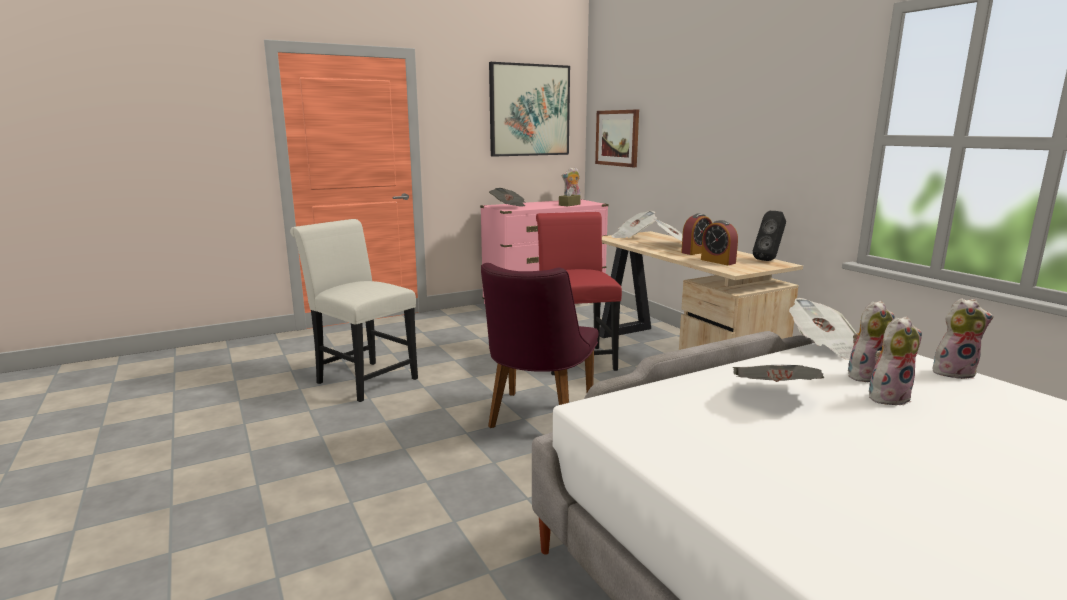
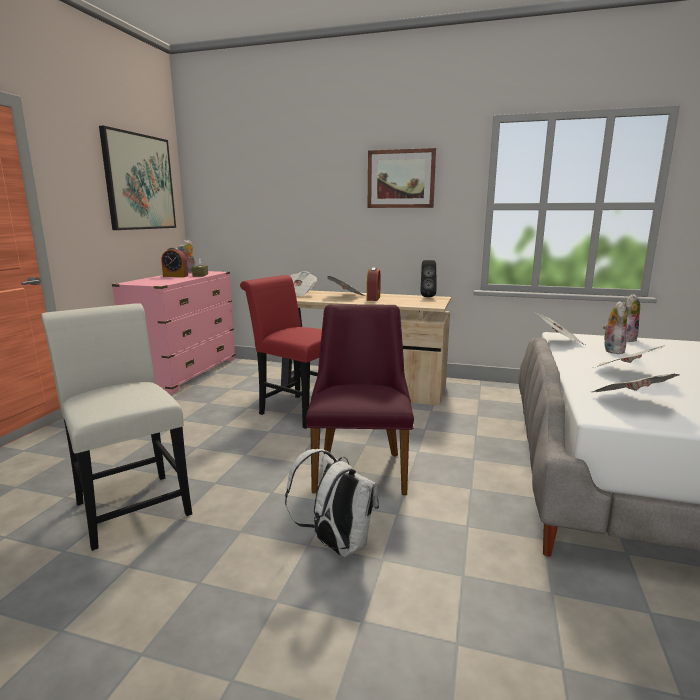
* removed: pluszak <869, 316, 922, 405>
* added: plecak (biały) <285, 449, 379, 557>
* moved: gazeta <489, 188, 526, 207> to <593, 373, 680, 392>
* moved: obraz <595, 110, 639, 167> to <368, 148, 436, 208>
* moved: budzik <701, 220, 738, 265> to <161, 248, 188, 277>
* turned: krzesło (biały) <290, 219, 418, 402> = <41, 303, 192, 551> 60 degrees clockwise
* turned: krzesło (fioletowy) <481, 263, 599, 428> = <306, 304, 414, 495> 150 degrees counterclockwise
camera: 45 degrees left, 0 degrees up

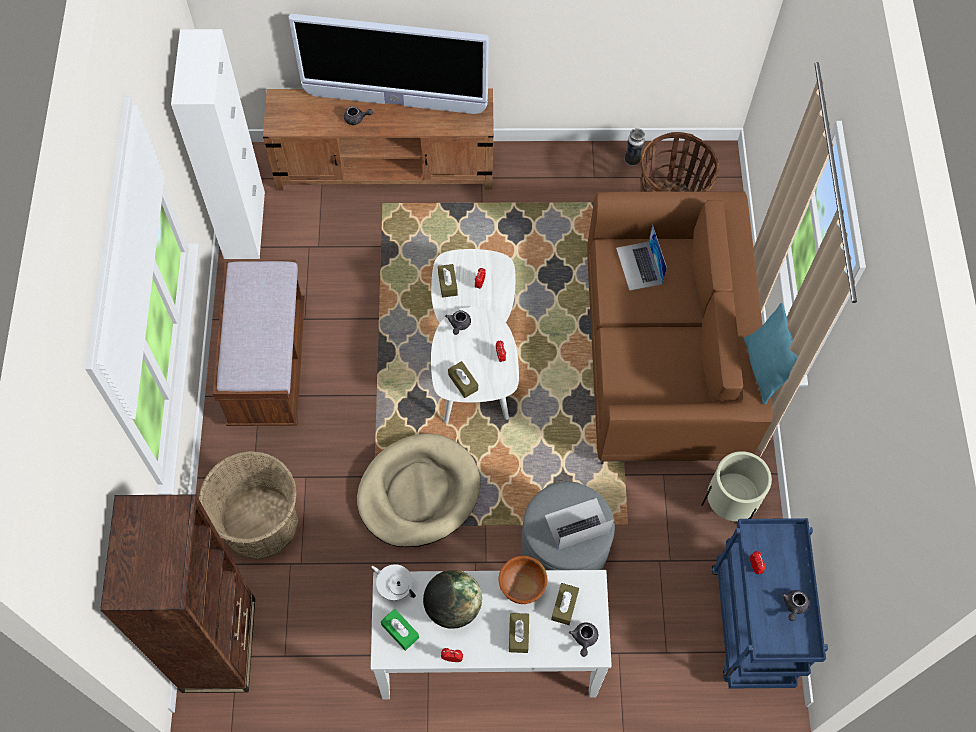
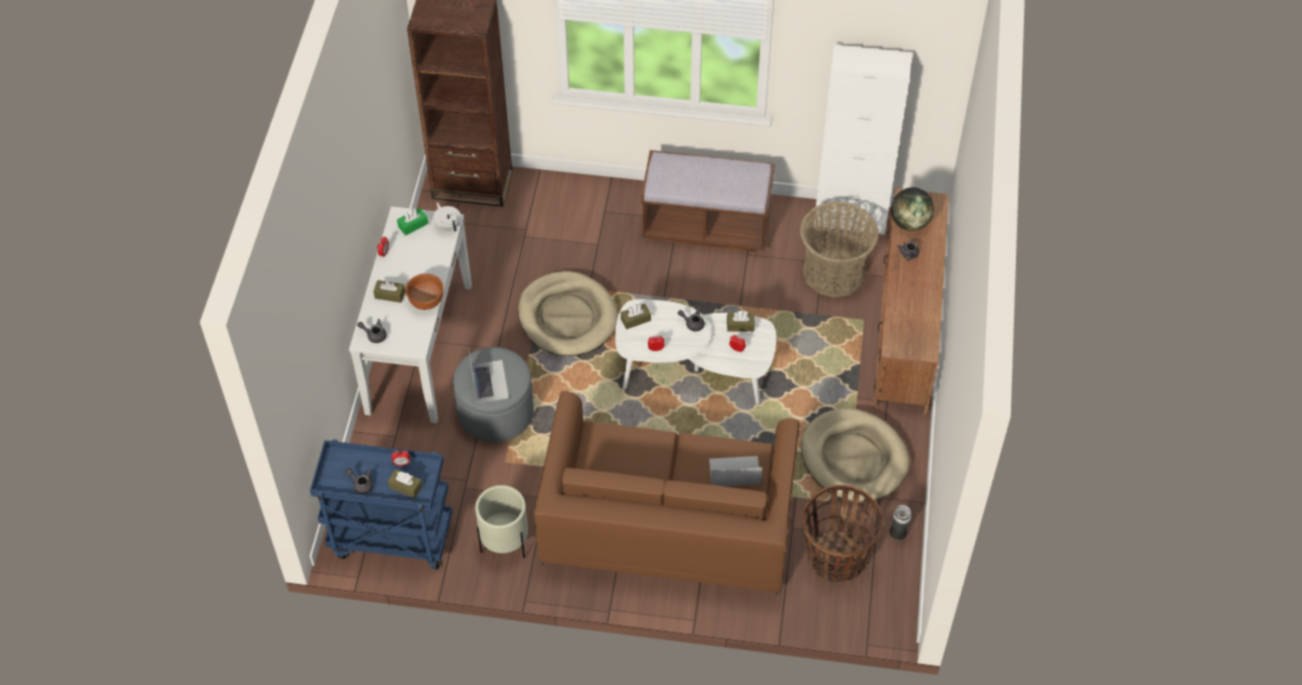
* removed: telewizor <289, 14, 489, 114>
* removed: poduszka (turkusowy) <744, 303, 798, 405>
* added: legowisko (beżowy) <801, 408, 909, 502>
* moved: koszyk <199, 451, 298, 560> to <800, 201, 879, 298>
* moved: globus <423, 570, 482, 629> to <891, 187, 934, 231>
* moved: pudełko chusteczek (brązowy) <551, 583, 579, 625> to <388, 469, 422, 498>
* turned: imbryk (biały) <371, 564, 416, 601> = <433, 202, 461, 232> 75 degrees counterclockwise
camera: 100 degrees right, 10 degrees down

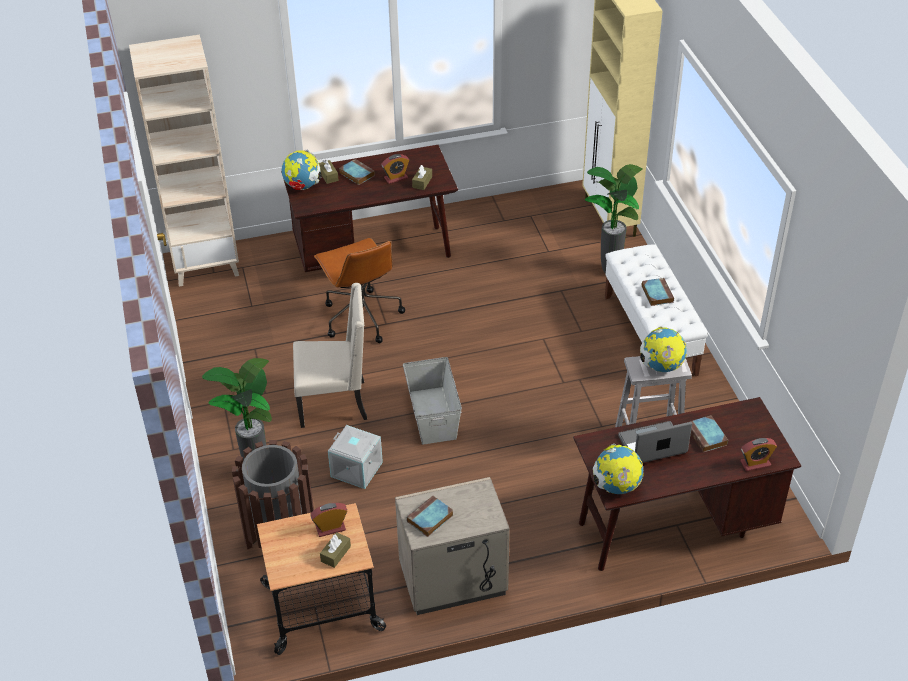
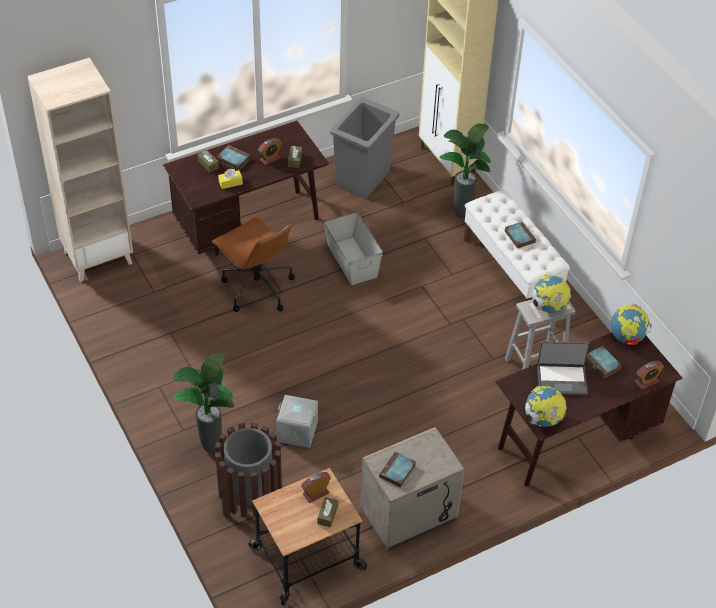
* removed: krzesło (beżowy) <293, 283, 367, 428>
* added: pudełko chusteczek (żółty) <218, 169, 243, 189>
* added: kosz na śmieci (szary) <330, 97, 399, 199>
* moved: globus <282, 149, 322, 190> to <611, 304, 651, 345>
* moved: pojemnik do przechowywania (szary) <403, 357, 462, 445> to <324, 212, 383, 285>
* turned: laptop <618, 421, 692, 463> = <537, 341, 590, 395> 150 degrees counterclockwise
camera: 15 degrees left, 5 degrees up

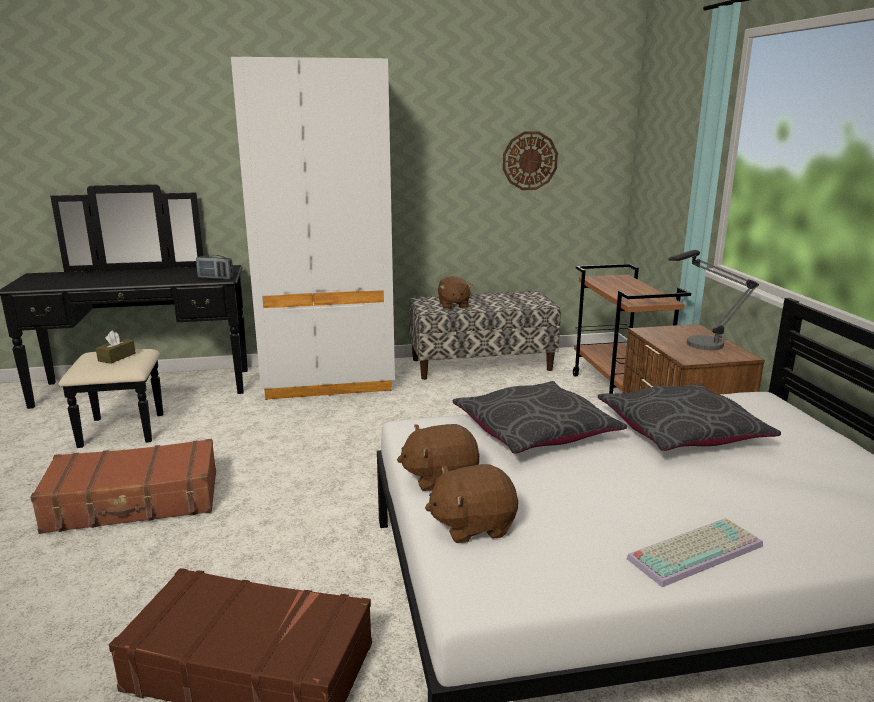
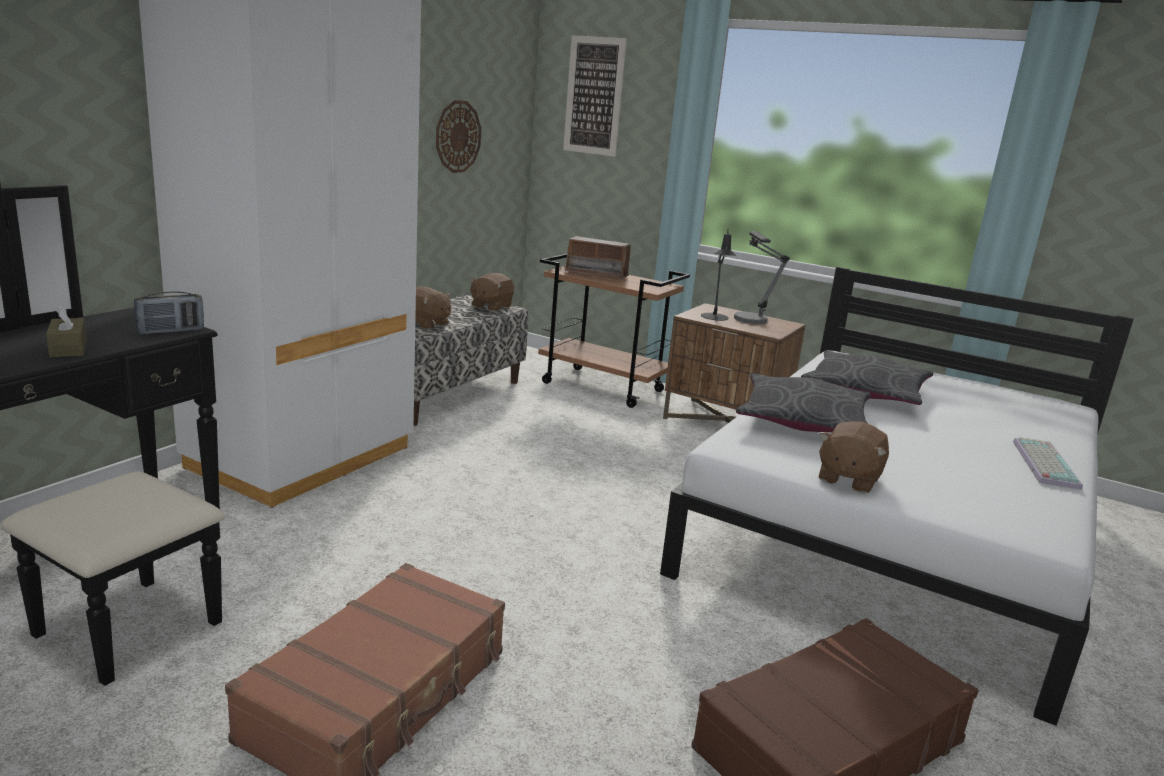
* added: obraz <563, 35, 627, 157>
* added: radio <563, 236, 634, 280>
* added: lampa stołowa (czarny) <701, 228, 736, 321>
* moved: pudełko chusteczek (brązowy) <96, 331, 136, 364> to <46, 303, 87, 357>
* moved: pluszak (brązowy) <425, 464, 518, 543> to <470, 273, 515, 311>
camera: 50 degrees left, 0 degrees up

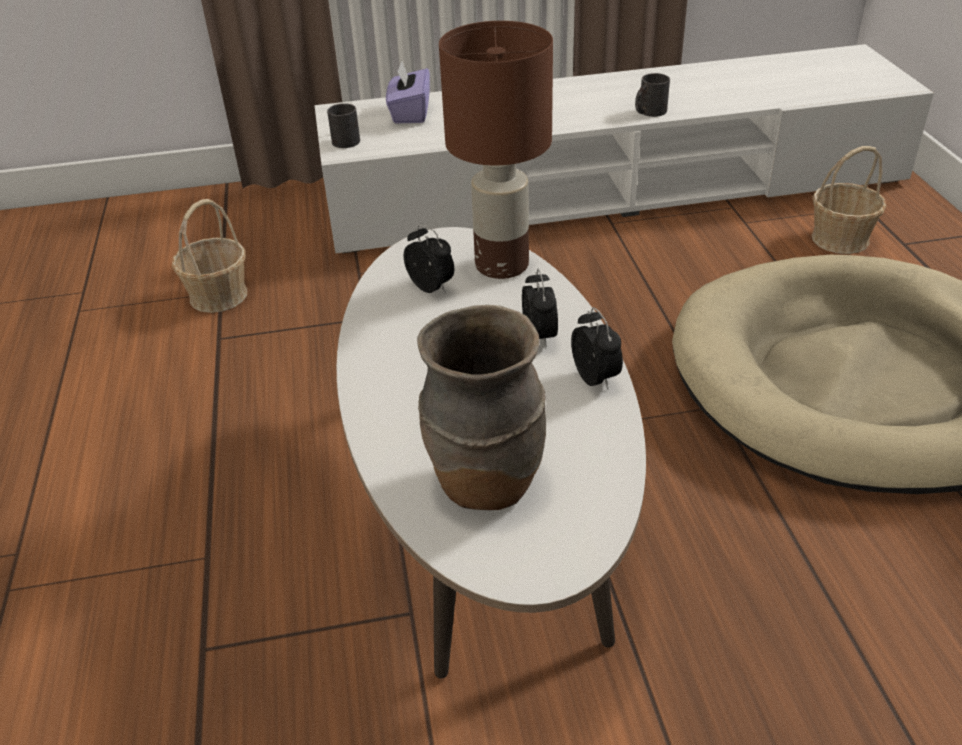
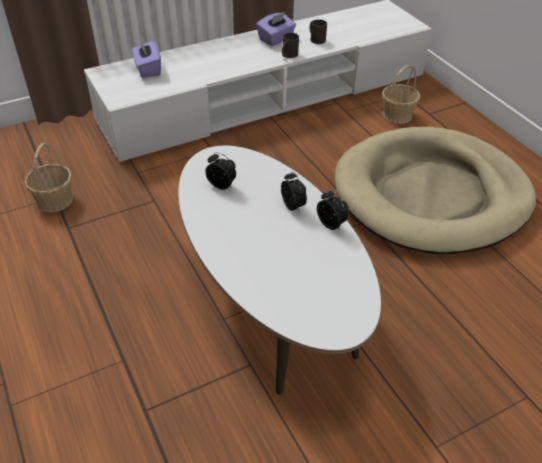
* removed: wazon (brązowy) <417, 305, 546, 510>
* removed: lampa stołowa (brązowy) <439, 21, 553, 279>
* added: pudełko chusteczek (fioletowy) <256, 12, 296, 46>
* moved: kubek (czarny) <327, 103, 360, 148> to <310, 19, 327, 44>
camera: 20 degrees left, 5 degrees up

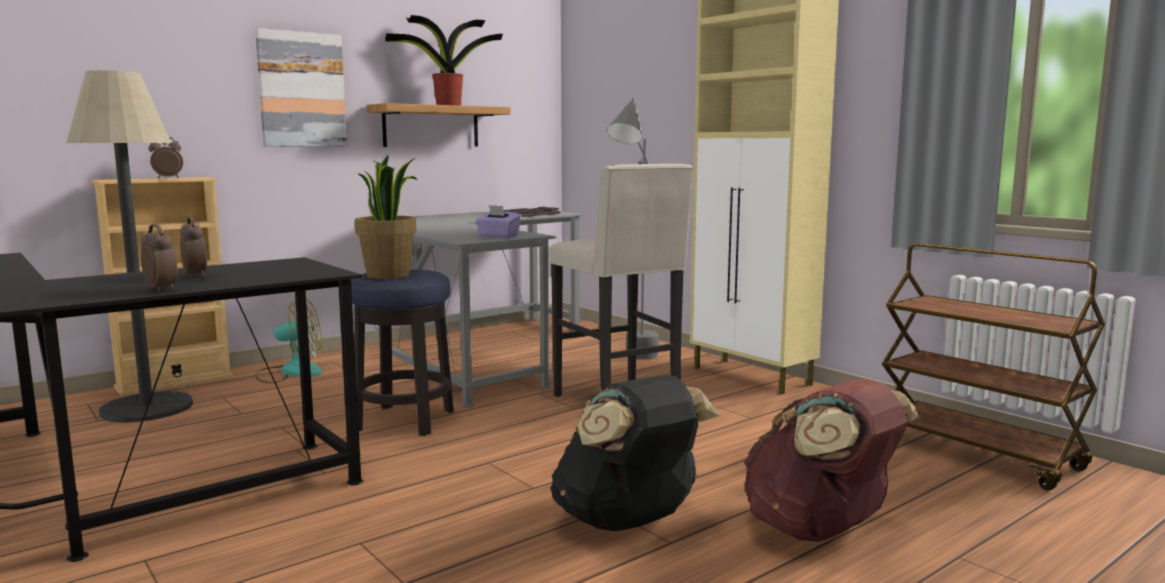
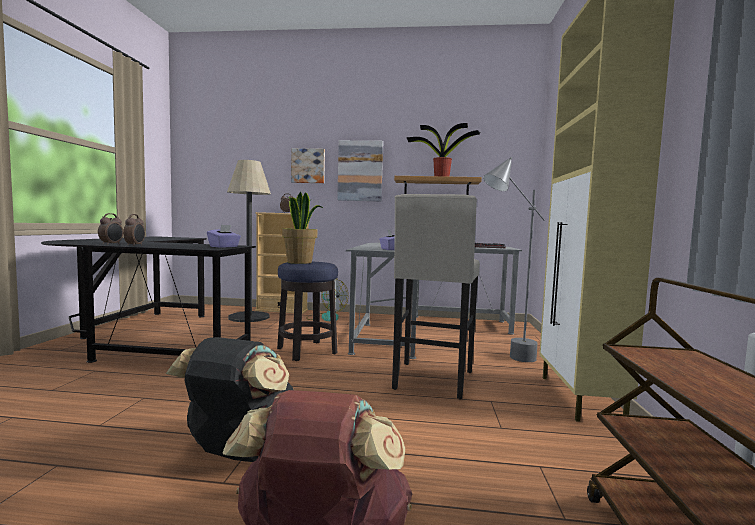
* added: pudełko chusteczek (fioletowy) <207, 225, 241, 248>
* added: obraz <291, 148, 325, 183>
* moved: budzik <180, 216, 207, 277> to <98, 213, 123, 245>
camera: 45 degrees right, 5 degrees down

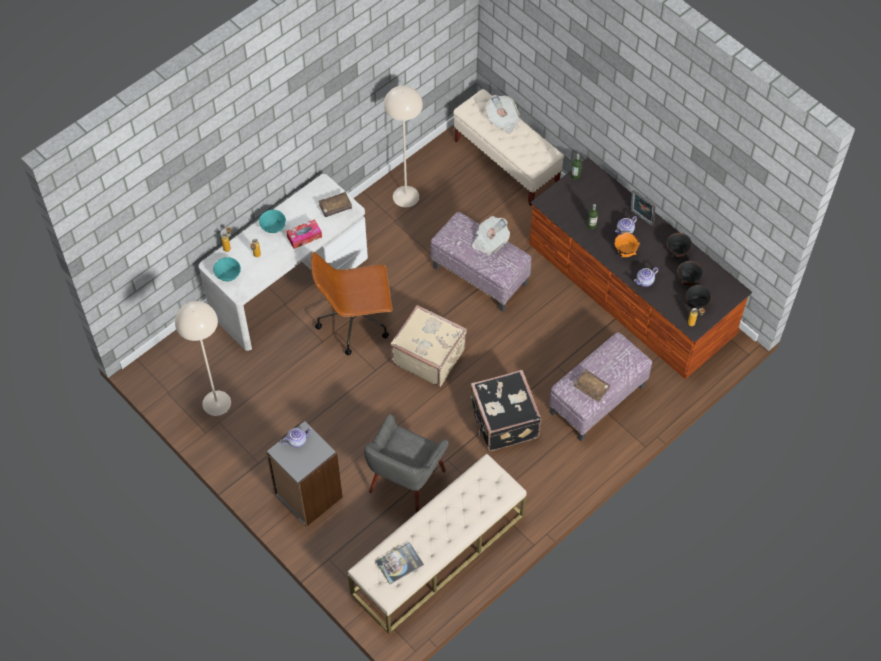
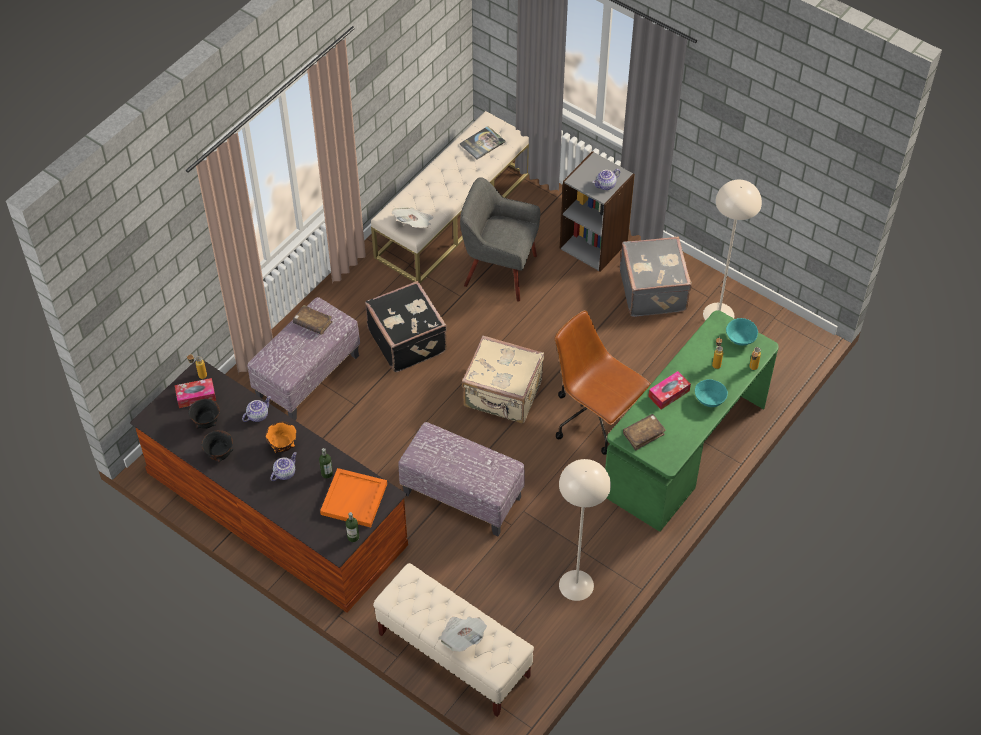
* removed: ramka na zdjęcie <630, 189, 656, 226>
* added: taca (pomarańczowy) <320, 468, 387, 527>
* added: walizka (szary) <620, 237, 692, 317>
* moved: gazeta <472, 216, 510, 256> to <392, 207, 434, 228>
* replaced: miska (czarny) <686, 285, 712, 312> to pudełko chusteczek <175, 378, 216, 408>
* recoloured: biurko (biały) <199, 174, 368, 351> to biurko (zielony) <605, 310, 779, 532>
* turned: krzesło biurowe (brązowy) <311, 252, 393, 355> = <555, 310, 651, 455> 120 degrees counterclockwise
* turned: fotel (szary) <364, 414, 449, 513> = <460, 177, 540, 301> 90 degrees counterclockwise
camera: 170 degrees right, 5 degrees down

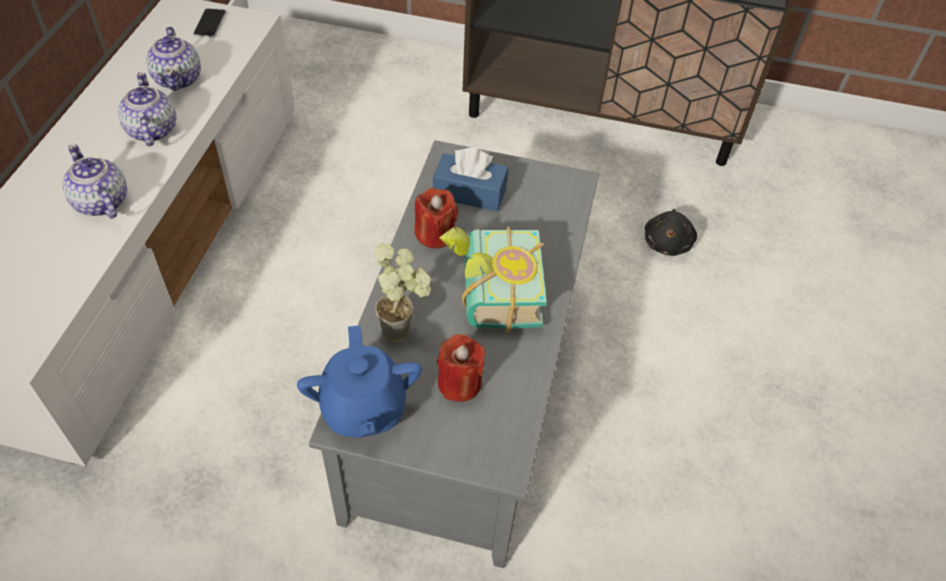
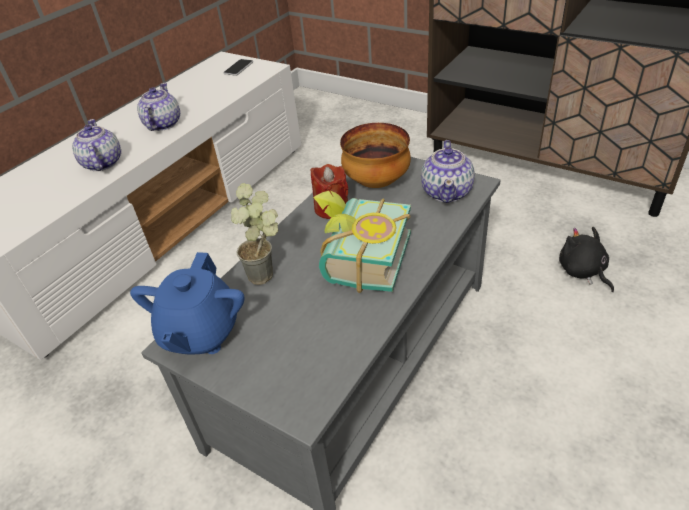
* removed: świeca (czerwony) <437, 334, 485, 402>
* moved: imbryk <146, 27, 201, 91> to <421, 140, 475, 203>
* replaced: pudełko chusteczek (niebieski) <433, 147, 508, 212> to miska <340, 123, 411, 188>
* turned: pluszak (czarny) <645, 209, 697, 256> = <559, 227, 614, 292> 120 degrees clockwise
camera: 25 degrees right, 10 degrees down

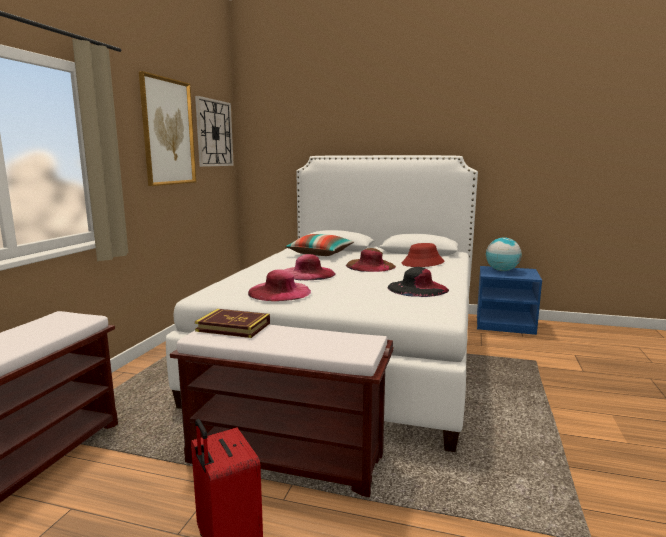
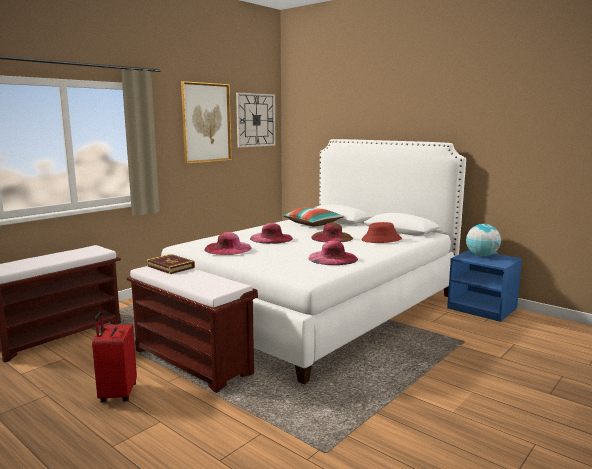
* recoloured: kapelusz (czarny) <388, 267, 449, 297> to kapelusz (różowy) <309, 241, 358, 265>
camera: 25 degrees right, 0 degrees up

